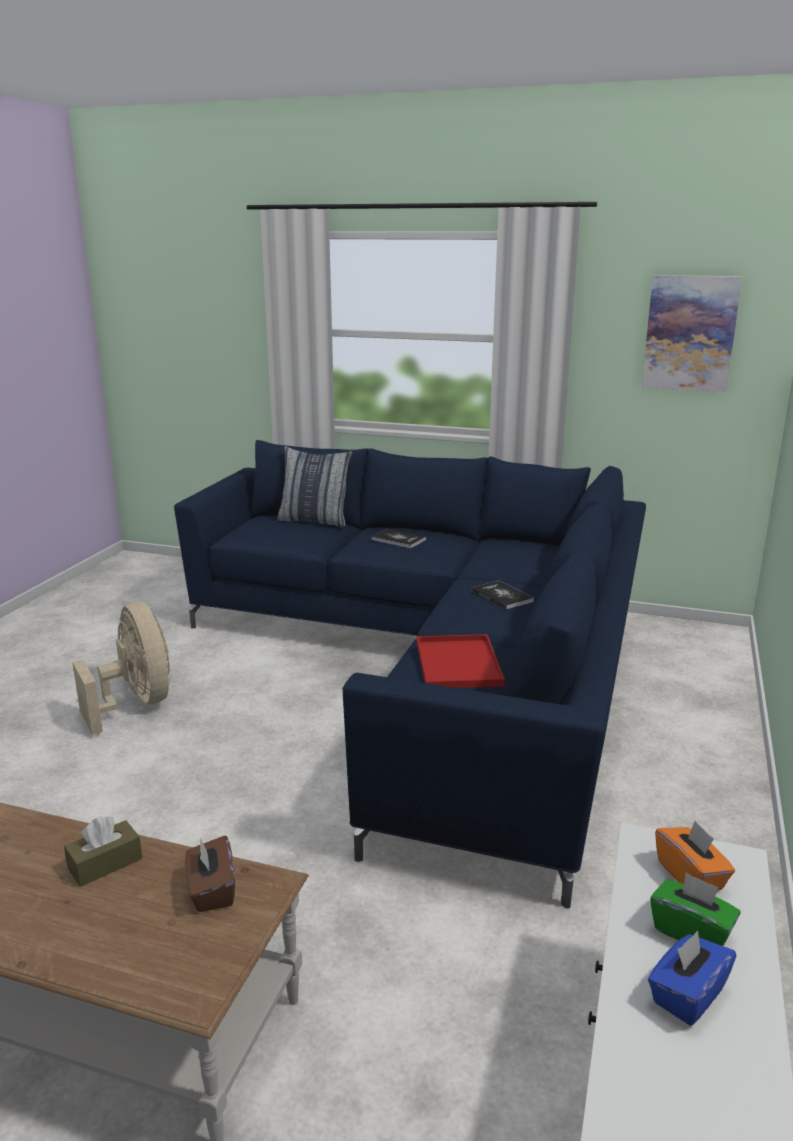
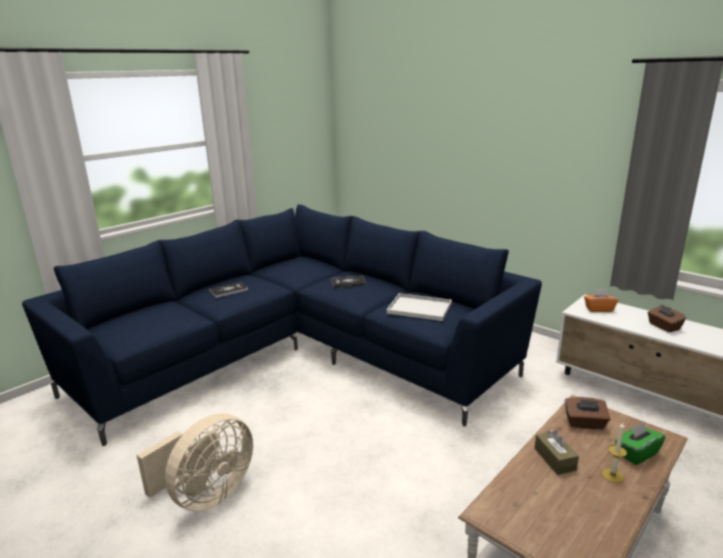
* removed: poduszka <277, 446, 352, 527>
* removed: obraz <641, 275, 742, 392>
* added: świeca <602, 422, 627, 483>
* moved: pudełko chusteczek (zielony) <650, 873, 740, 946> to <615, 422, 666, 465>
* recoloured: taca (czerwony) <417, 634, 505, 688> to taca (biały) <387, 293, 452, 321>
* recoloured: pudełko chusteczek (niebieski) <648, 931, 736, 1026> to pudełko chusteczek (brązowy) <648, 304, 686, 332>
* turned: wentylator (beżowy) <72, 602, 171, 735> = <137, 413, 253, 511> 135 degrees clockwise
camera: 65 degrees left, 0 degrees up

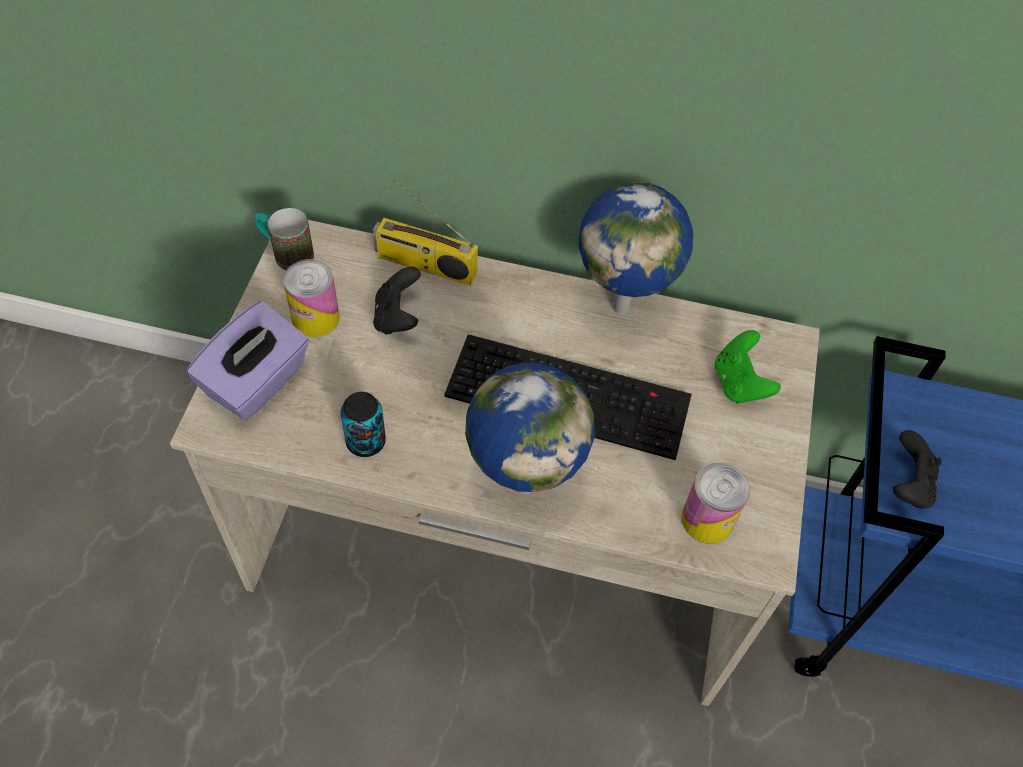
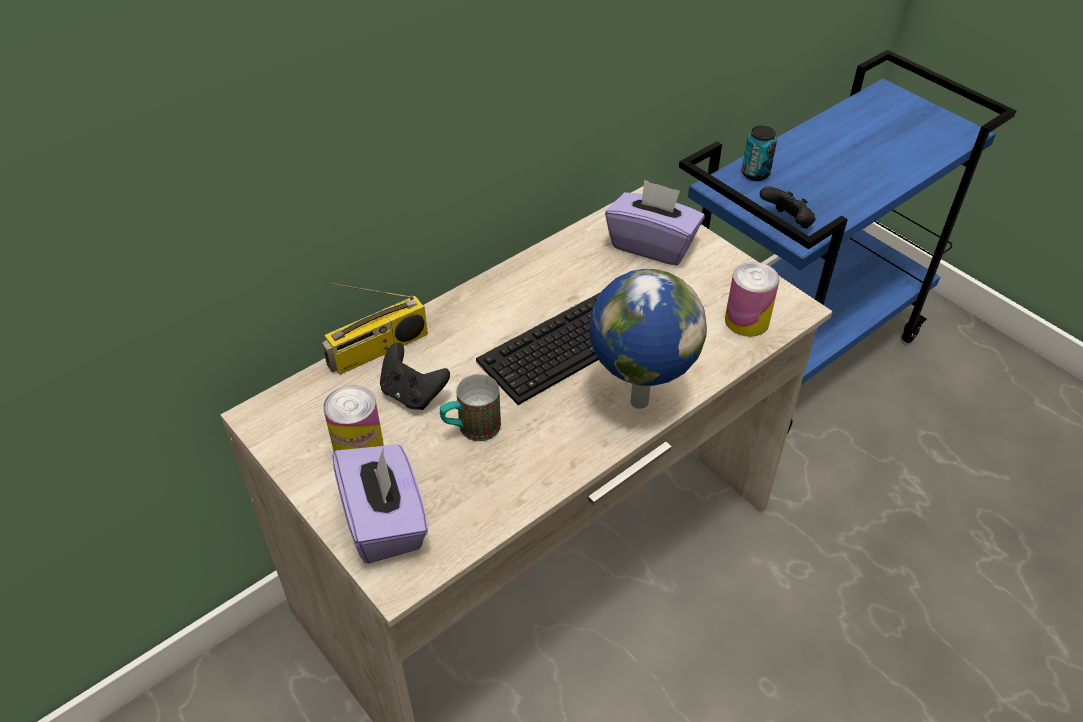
* removed: globus <579, 182, 693, 315>
* moved: kubek <254, 208, 314, 270> to <440, 374, 501, 441>
* moved: puszka <341, 392, 386, 457> to <742, 126, 777, 181>
* replaced: pad do gier (zielony) <715, 330, 781, 403> to pudełko chusteczek (fioletowy) <605, 179, 705, 266>
camera: 50 degrees left, 10 degrees down

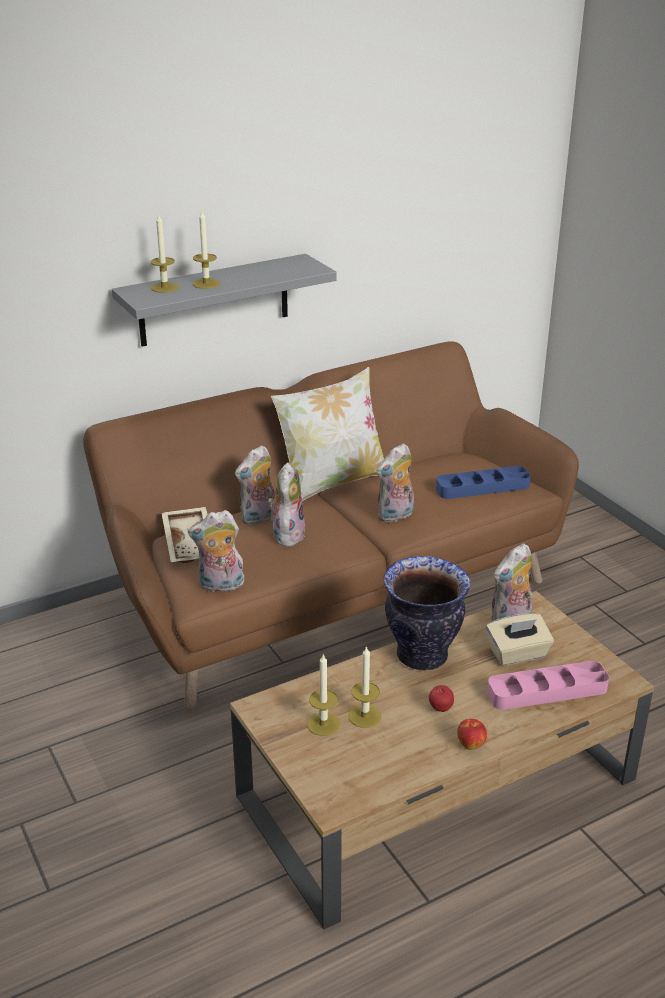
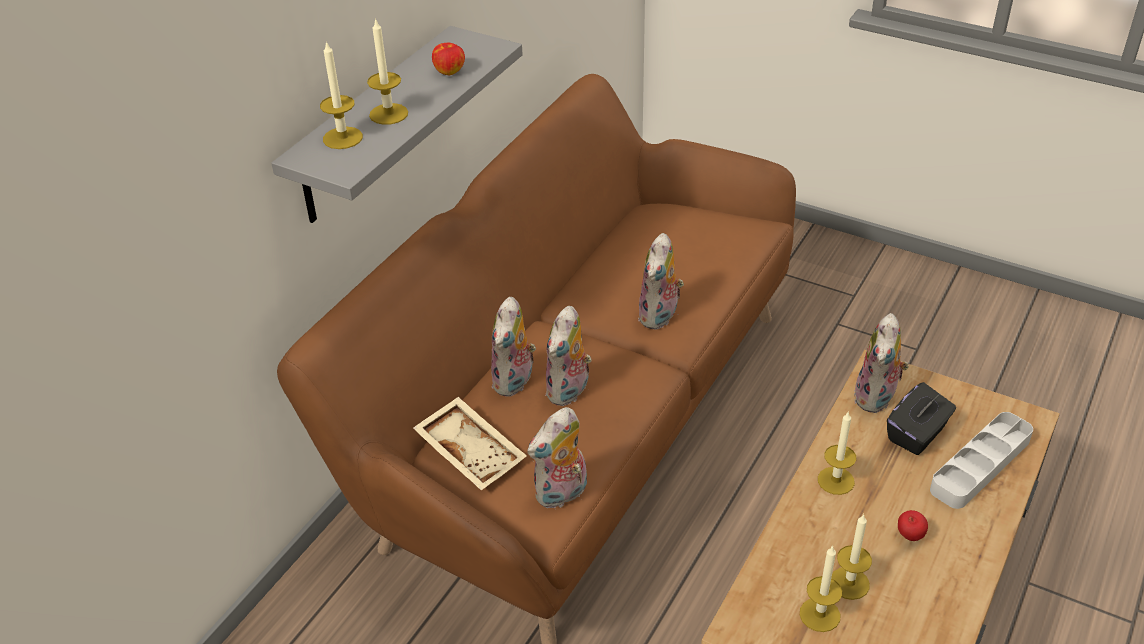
* removed: poduszka <271, 367, 384, 501>
* removed: taca (niebieski) <436, 466, 530, 499>
* moved: jabłko <457, 719, 487, 750> to <432, 43, 465, 75>
* replaced: wazon <384, 556, 470, 670> to świeca <818, 411, 856, 495>
* recoloured: pudełko chusteczek (beżowy) <486, 613, 554, 666> to pudełko chusteczek (czarny) <887, 382, 956, 455>
* recoloured: taca (różowy) <487, 661, 609, 710> to taca (szary) <930, 412, 1033, 509>
* turned: pluszak <268, 462, 305, 548> = <545, 306, 592, 406> 135 degrees counterclockwise
camera: 30 degrees left, 10 degrees up

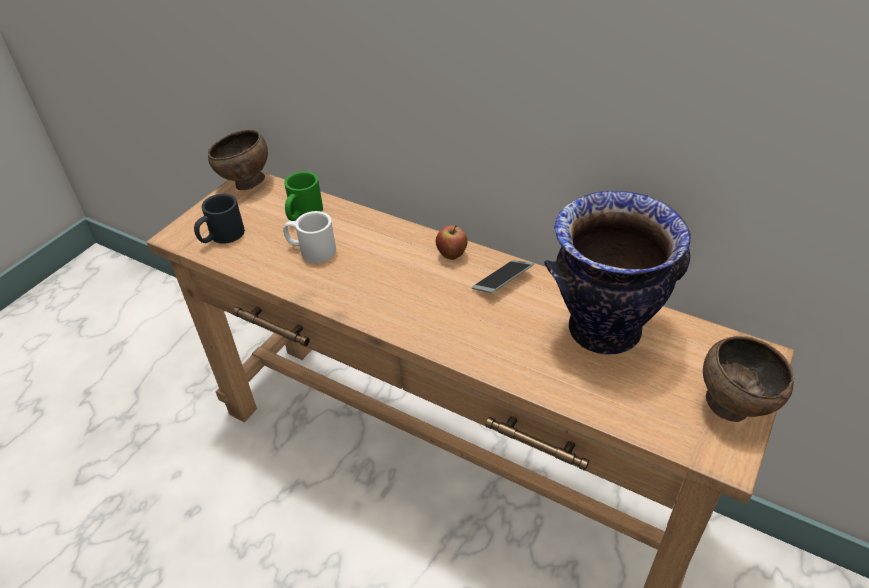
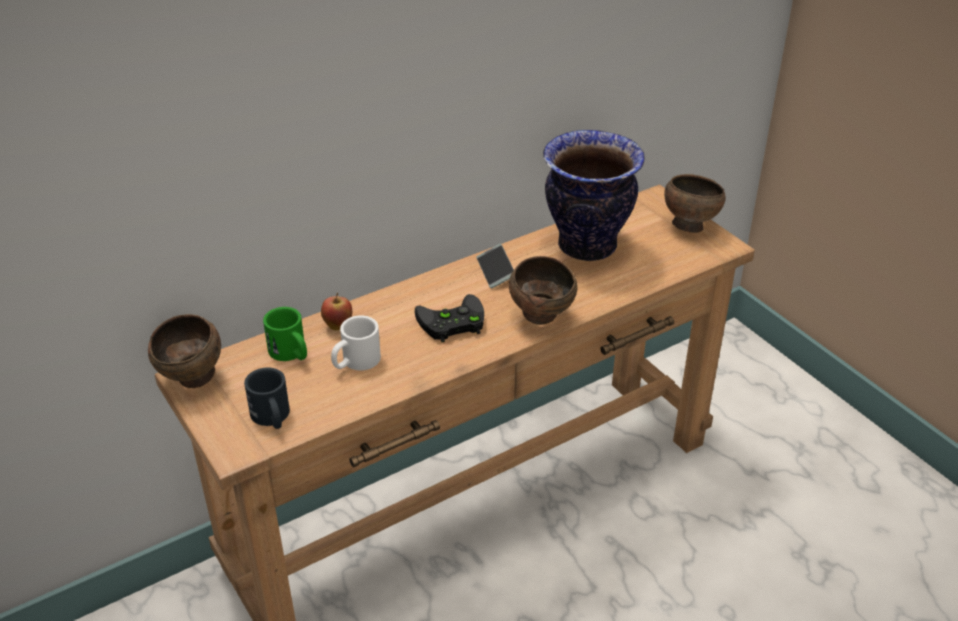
* added: pad do gier (czarny) <415, 294, 484, 342>
* added: miska (brązowy) <509, 256, 578, 325>
* moved: jabłko <436, 225, 468, 260> to <321, 293, 352, 330>
camera: 65 degrees left, 5 degrees down

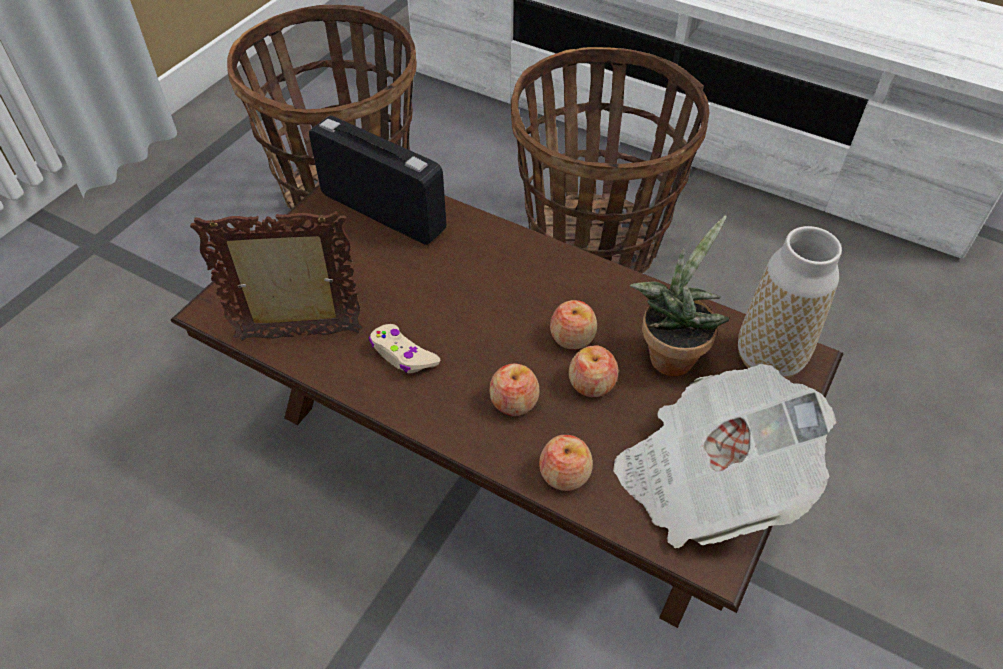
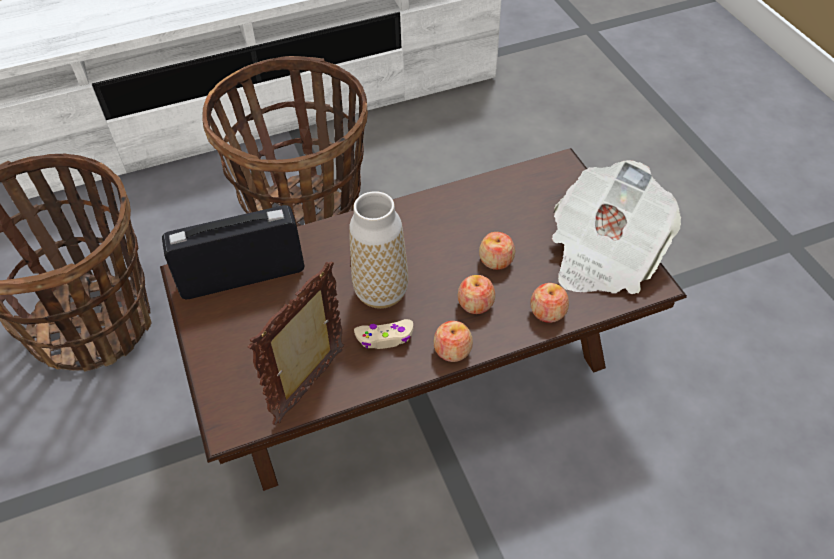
* removed: roślina doniczkowa <630, 216, 729, 376>
* moved: jabłko <550, 300, 597, 350> to <434, 321, 473, 362>
* moved: wazon <738, 226, 842, 378> to <349, 191, 409, 309>
camera: 50 degrees left, 0 degrees up

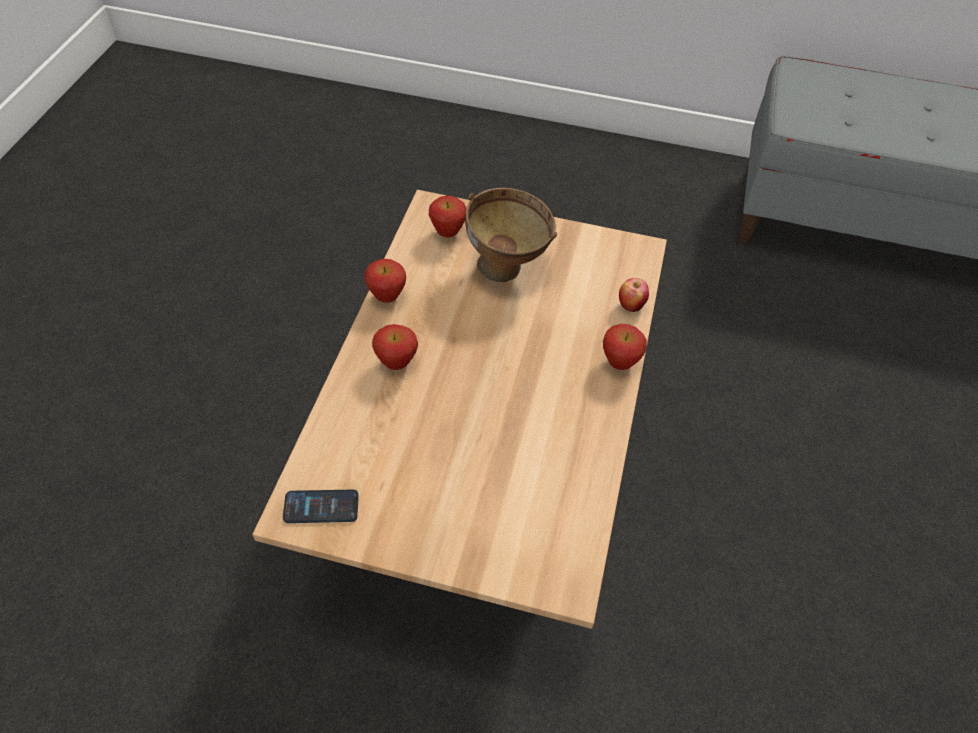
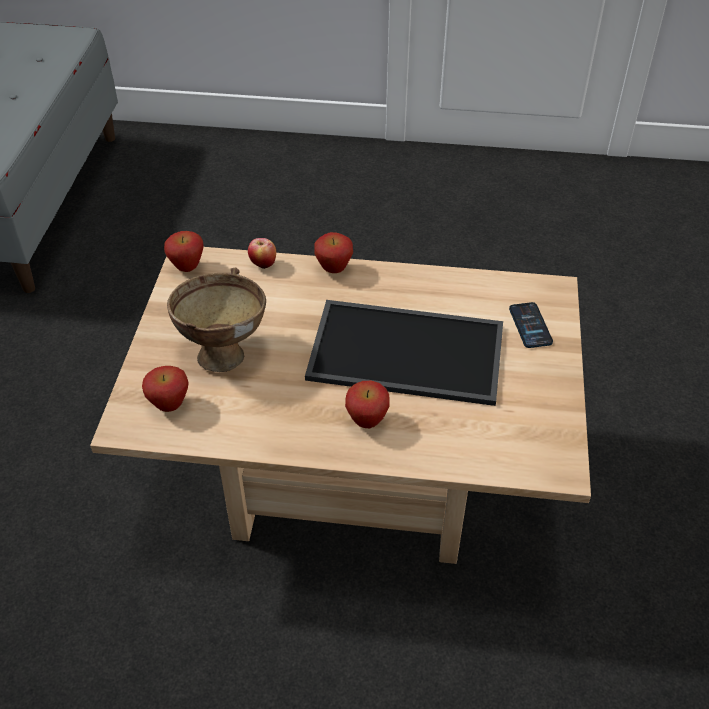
* added: taca <305, 300, 503, 406>
* moved: telefon <283, 490, 359, 523> to <509, 302, 553, 348>
* moved: jabłko <365, 259, 406, 303> to <164, 231, 204, 272>
camera: 95 degrees left, 5 degrees down

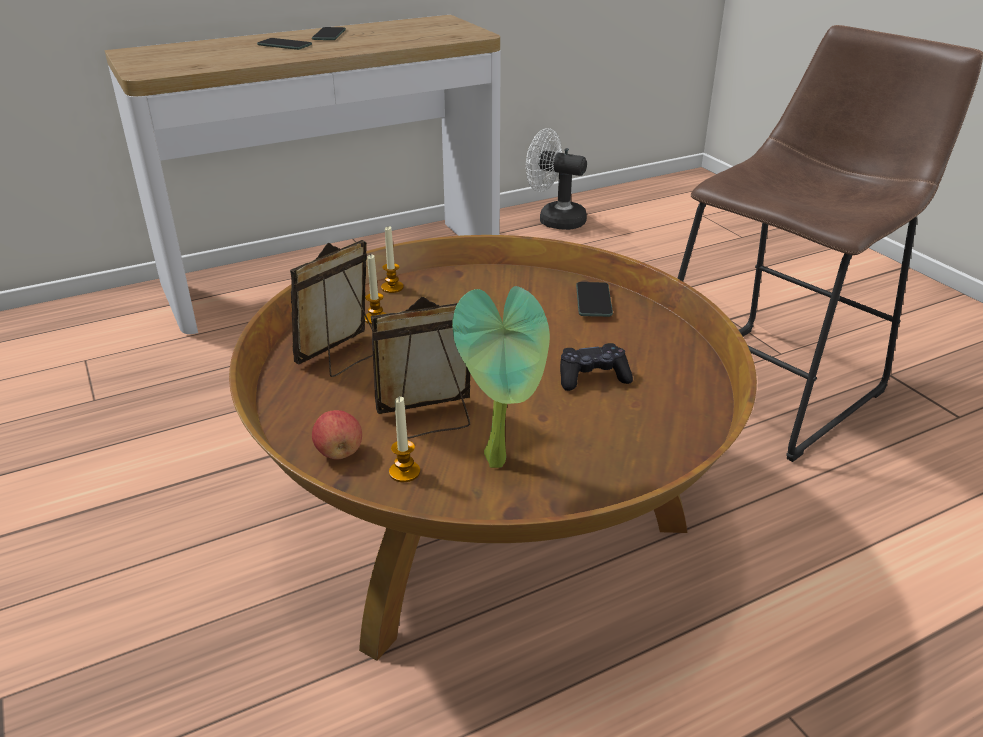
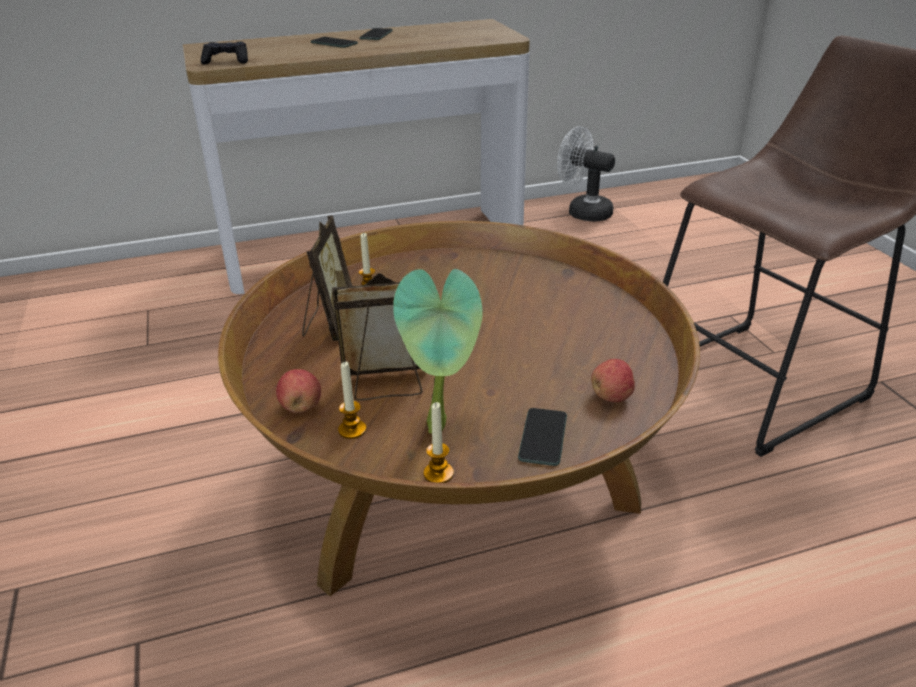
* added: jabłko <591, 359, 635, 402>
* moved: świeca <381, 226, 404, 293> to <424, 402, 454, 483>
* moved: pad do gier (czarny) <560, 343, 633, 391> to <201, 42, 248, 64>
* moved: telefon <576, 282, 613, 317> to <518, 408, 567, 466>
* turned: ramka na zdjęcie <290, 240, 373, 377> = <302, 215, 352, 341> 135 degrees clockwise
camera: 10 degrees right, 0 degrees up

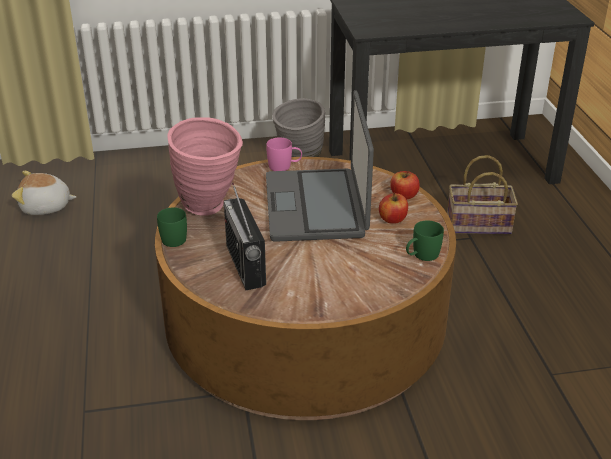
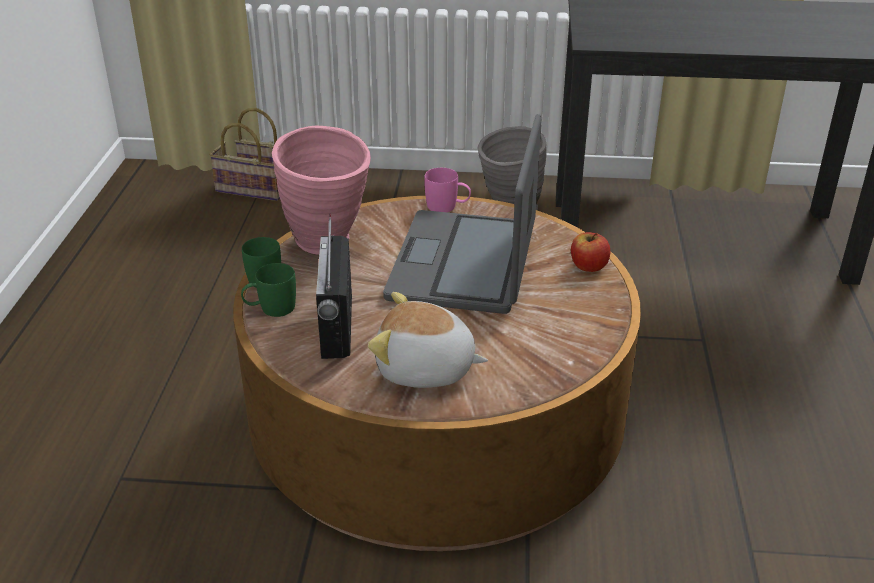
* removed: jabłko <379, 193, 408, 224>
* moved: pluszak <12, 171, 76, 215> to <368, 292, 488, 388>
* moved: kubek (zielony) <406, 220, 444, 261> to <241, 263, 296, 317>
* moved: koszyk <447, 155, 518, 234> to <209, 108, 280, 201>
camera: 15 degrees right, 0 degrees up

